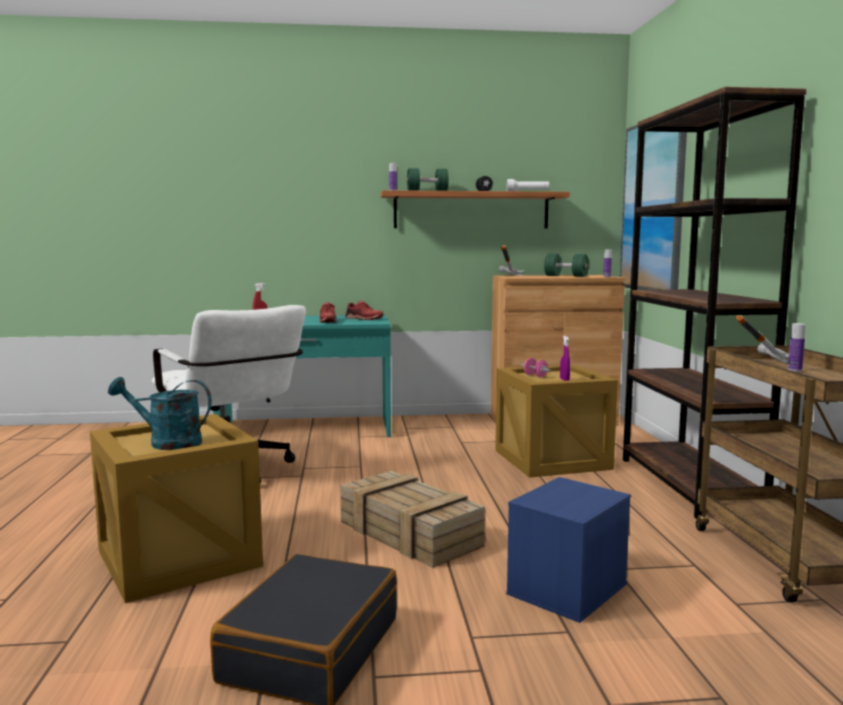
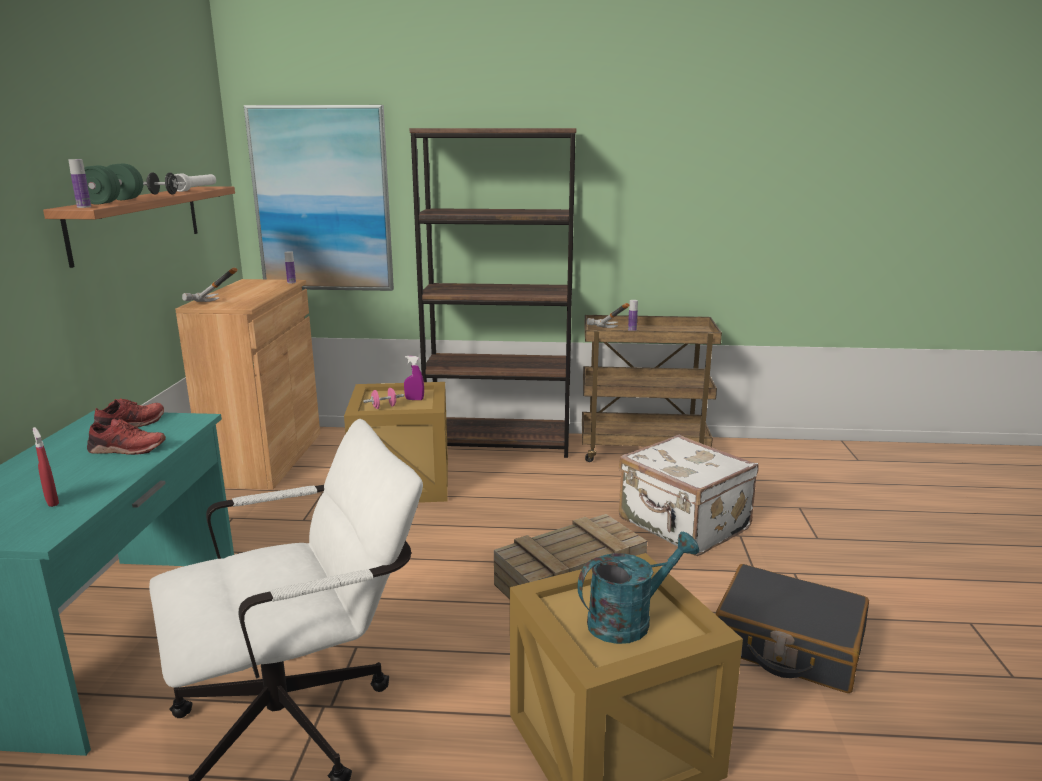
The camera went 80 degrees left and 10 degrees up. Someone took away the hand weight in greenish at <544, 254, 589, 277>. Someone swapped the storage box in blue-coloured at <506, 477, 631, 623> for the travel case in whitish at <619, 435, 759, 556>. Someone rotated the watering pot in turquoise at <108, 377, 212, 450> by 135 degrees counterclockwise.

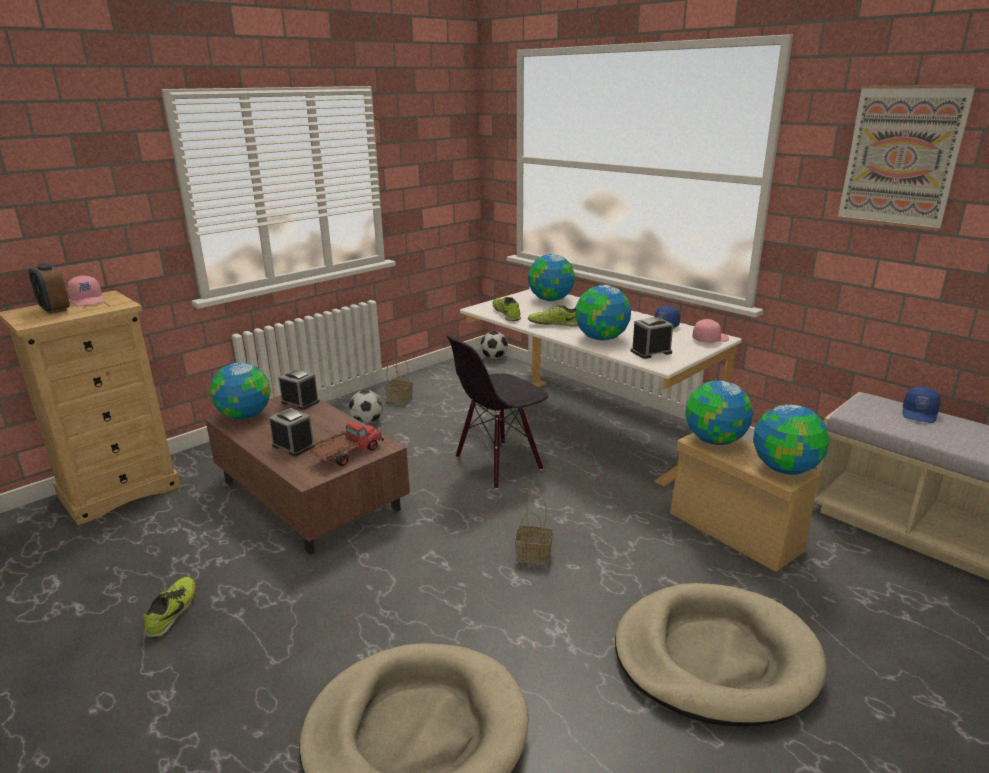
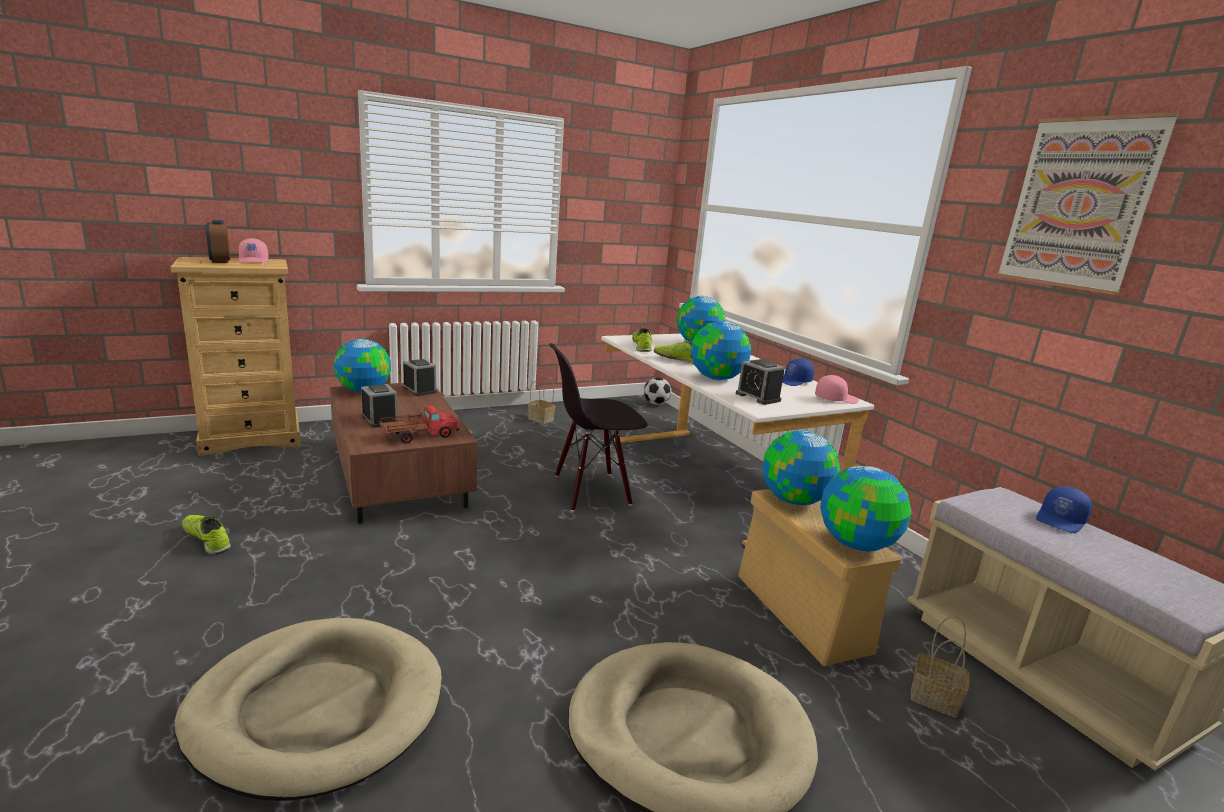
The camera went 15 degrees right and 5 degrees down. Someone took away the ball for football at <349, 390, 383, 424>. Someone carried the basket from <515, 493, 553, 565> to <911, 616, 969, 718>. Someone rotated the shoe at <143, 577, 196, 639> by 75 degrees counterclockwise. Someone rotated the table clock at <631, 317, 673, 359> by 120 degrees counterclockwise.

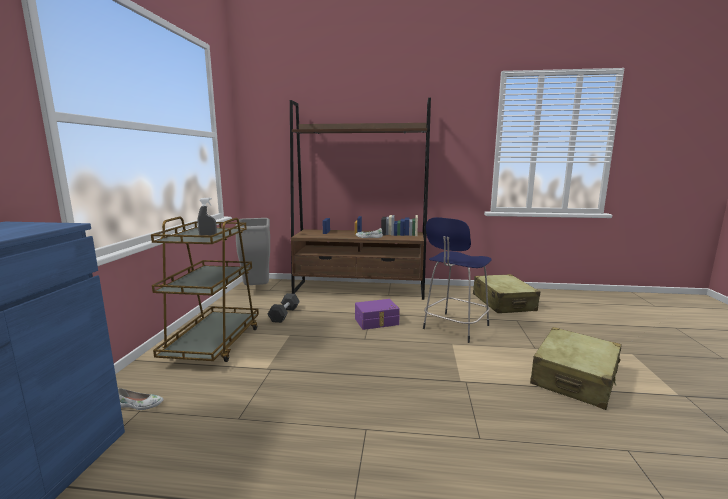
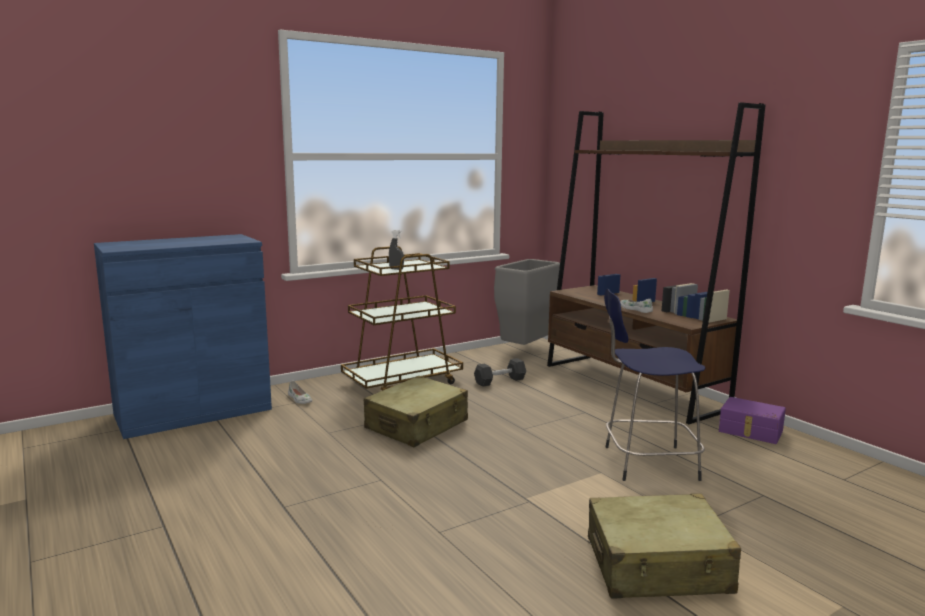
The camera went 50 degrees right and 0 degrees up. Someone carried the storage box in purplish from <355, 299, 400, 330> to <719, 397, 786, 444>. Someone carried the travel case in beige-coloured from <473, 274, 540, 313> to <364, 376, 468, 447>.

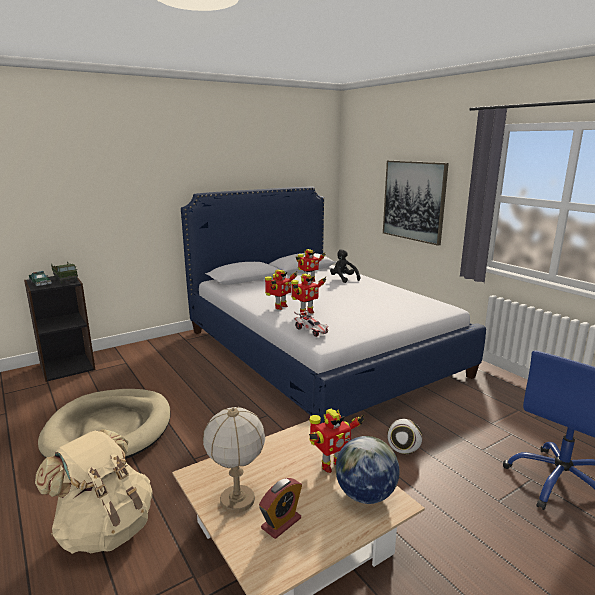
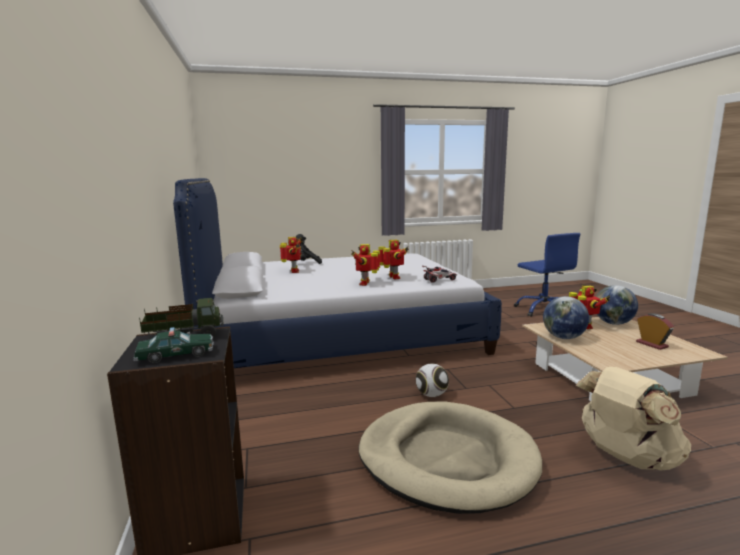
The camera went 70 degrees left and 5 degrees down. Someone took away the lamp for a table at <203, 407, 265, 513>. Someone took away the wall picture at <383, 161, 449, 246>. Someone put down the world globe at <543, 296, 589, 339>. Someone carried the ball for football from <387, 419, 422, 454> to <416, 363, 449, 397>. Someone rotated the model robot at <265, 270, 298, 310> by 135 degrees counterclockwise.

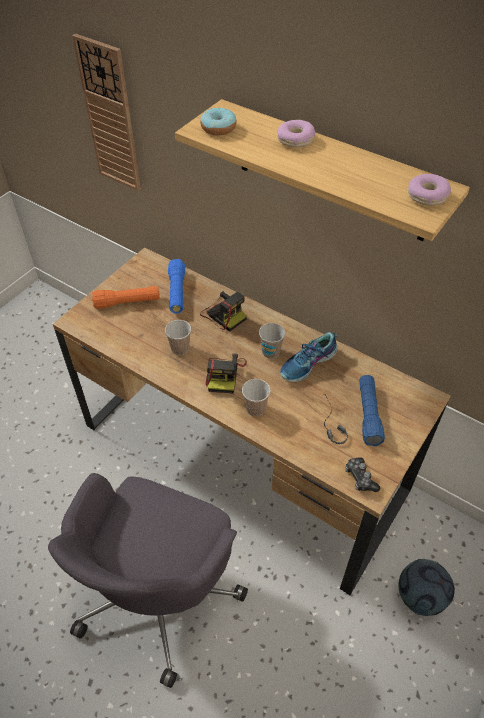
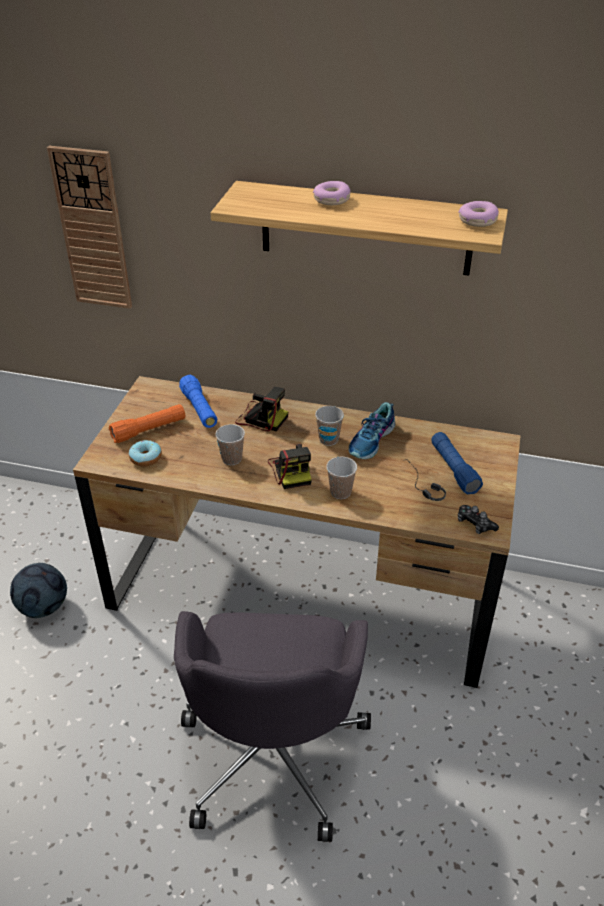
The camera went 20 degrees left and 10 degrees down. Someone carried the doughnut from <200, 108, 237, 135> to <129, 440, 162, 466>. Someone carried the ball for football from <398, 559, 455, 616> to <10, 563, 67, 618>.

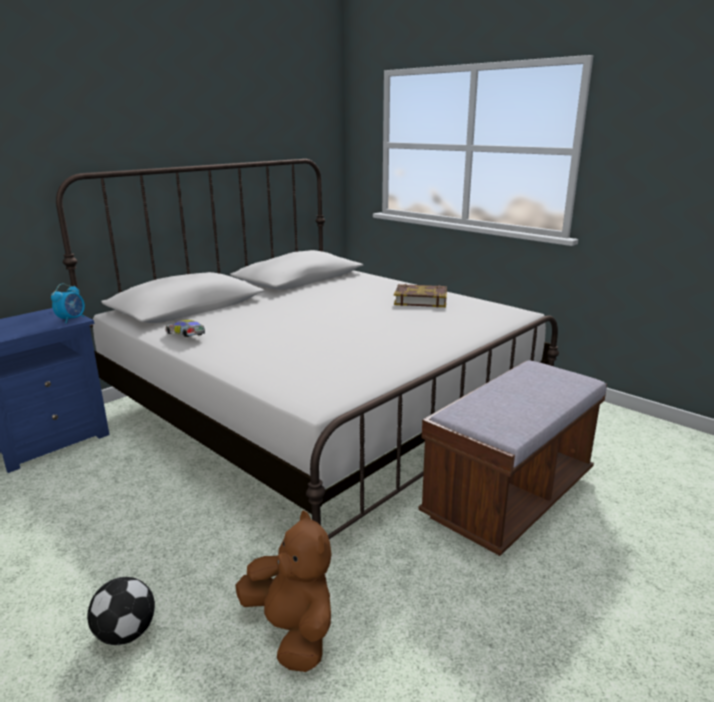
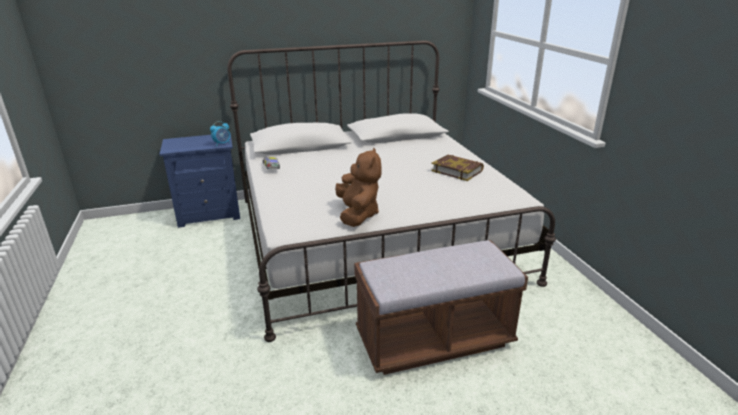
The camera went 30 degrees right and 5 degrees up. Someone took away the ball for football at <87, 577, 155, 645>. Someone carried the soft toy in brownish from <235, 510, 331, 672> to <335, 148, 381, 227>.

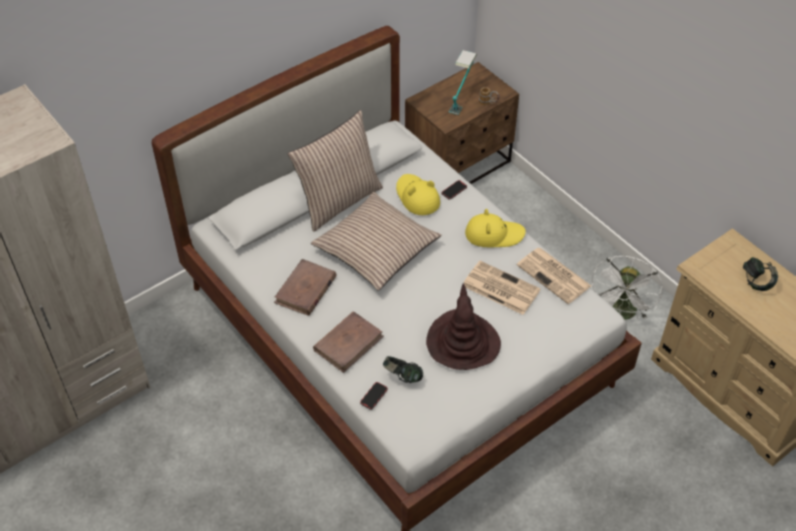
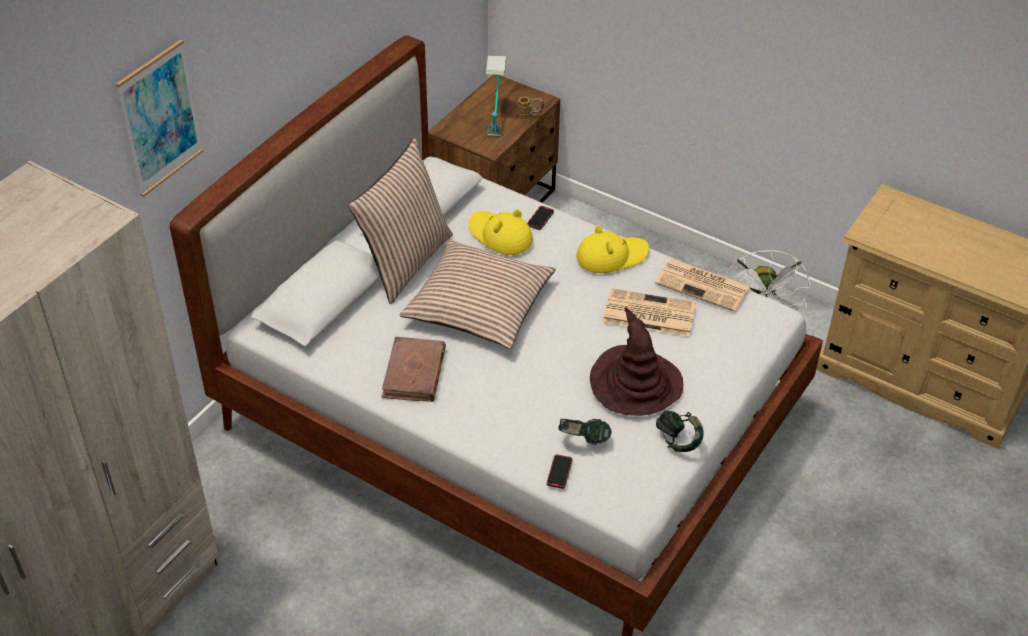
The camera went 20 degrees left and 5 degrees down. Someone took away the book in brownish at <313, 311, 384, 373>. Someone put up the wall picture at <116, 40, 203, 197>. Someone carried the headphones from <743, 257, 778, 291> to <656, 410, 704, 452>.

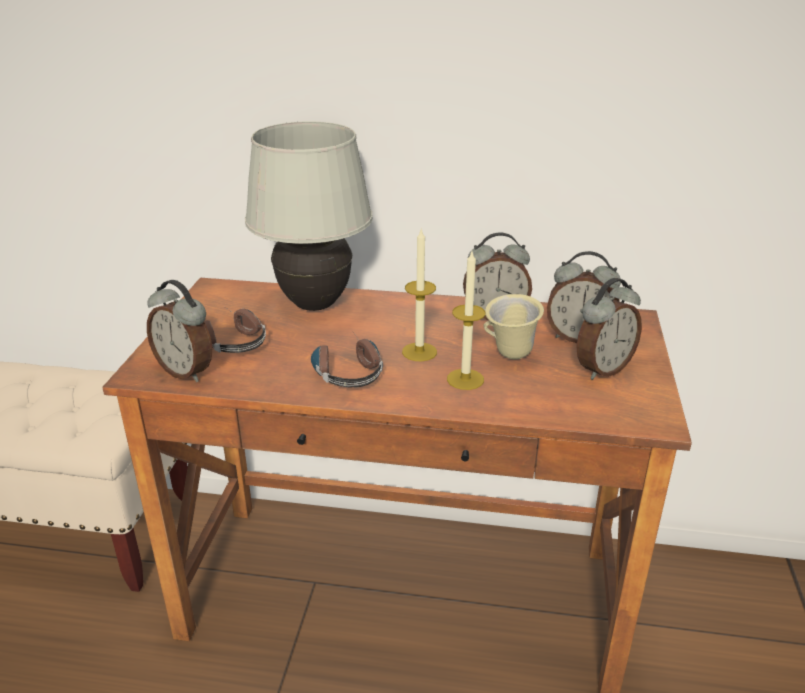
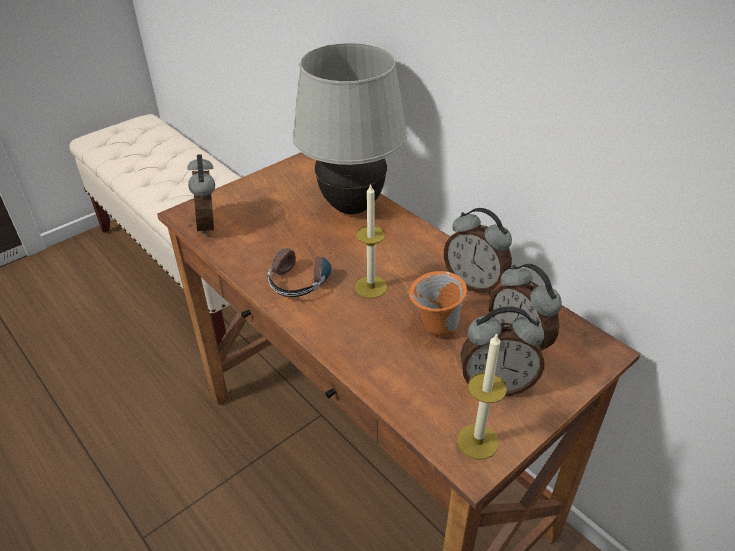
The camera went 40 degrees right and 10 degrees up. Someone took away the headphones at <204, 306, 266, 353>. Someone carried the wax candle from <447, 252, 485, 390> to <457, 333, 507, 459>. Someone repainted the coffee mug in beige-coloured at <483, 294, 544, 360>, which became the coffee mug in orange-coloured at <409, 271, 467, 336>.

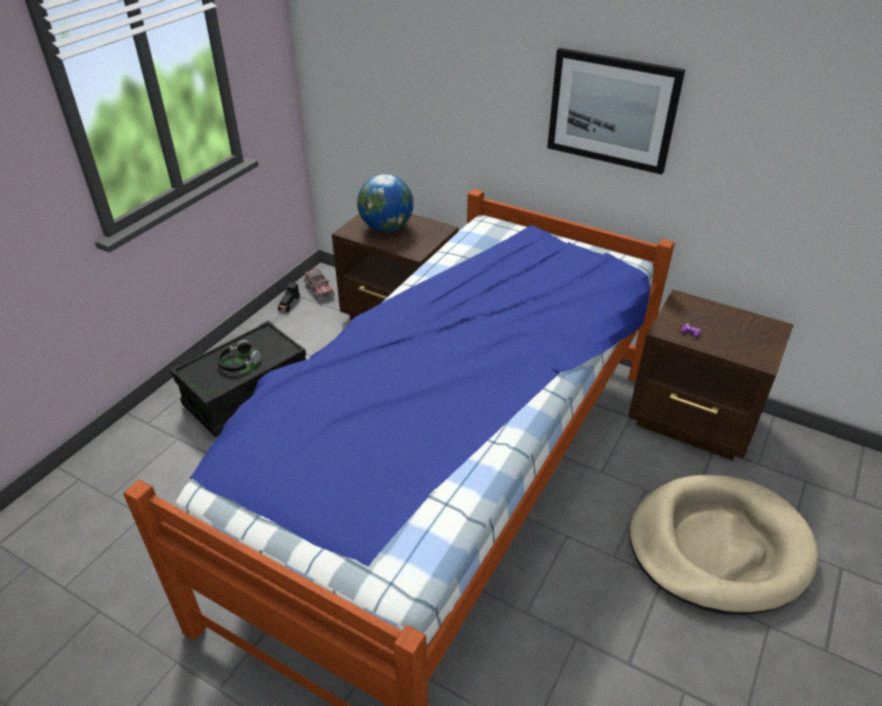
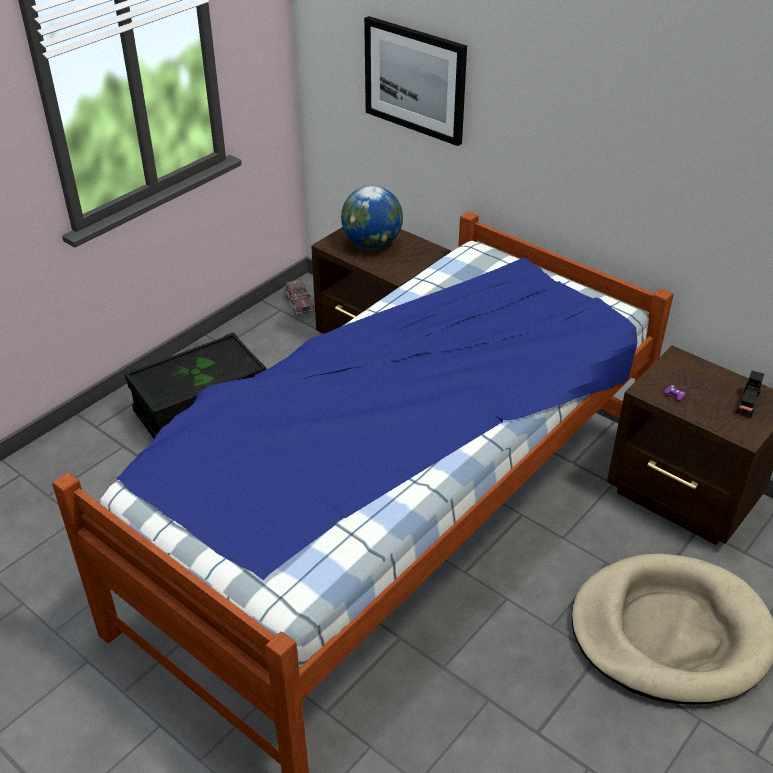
The camera went 10 degrees right and 0 degrees up. Someone took away the headphones in black-coloured at <217, 340, 261, 371>. Someone carried the model car in black-coloured from <278, 282, 300, 312> to <736, 370, 764, 417>. Someone carried the wall picture from <547, 48, 685, 175> to <364, 16, 467, 146>.

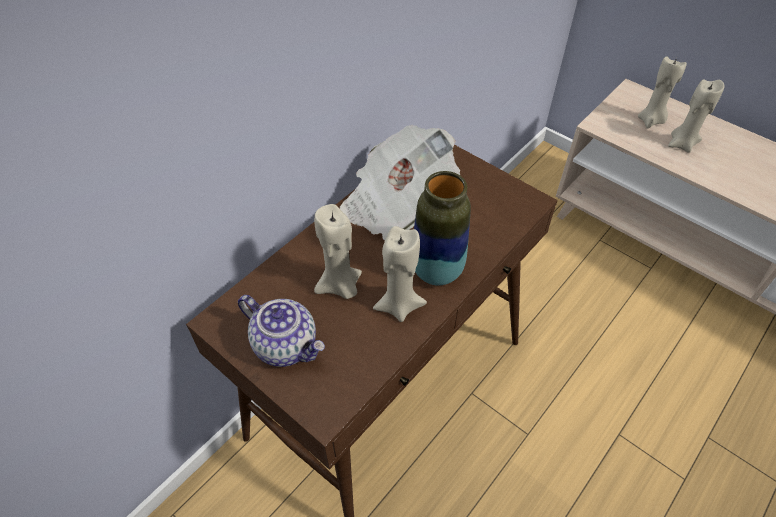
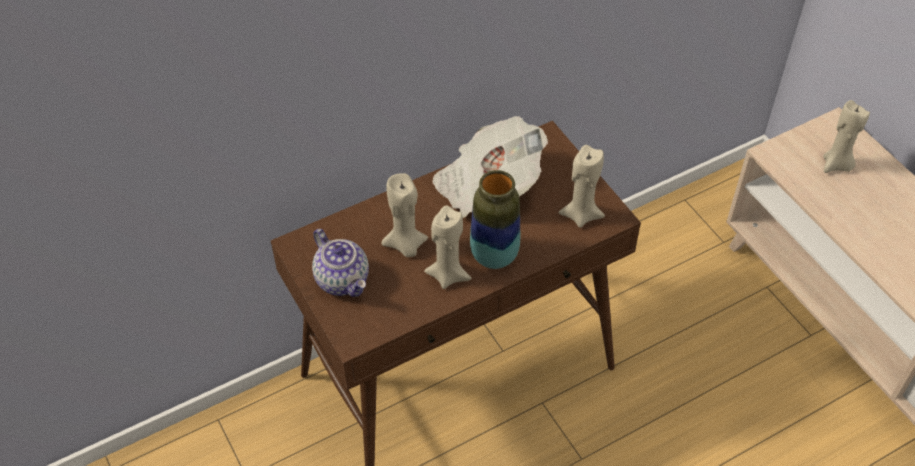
The camera went 20 degrees right and 0 degrees up. Someone carried the wax candle in beige-coloured from <668, 79, 724, 153> to <558, 145, 605, 228>.

